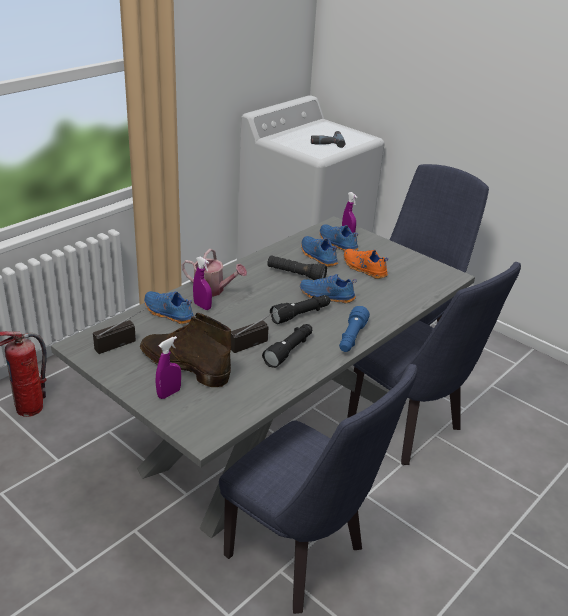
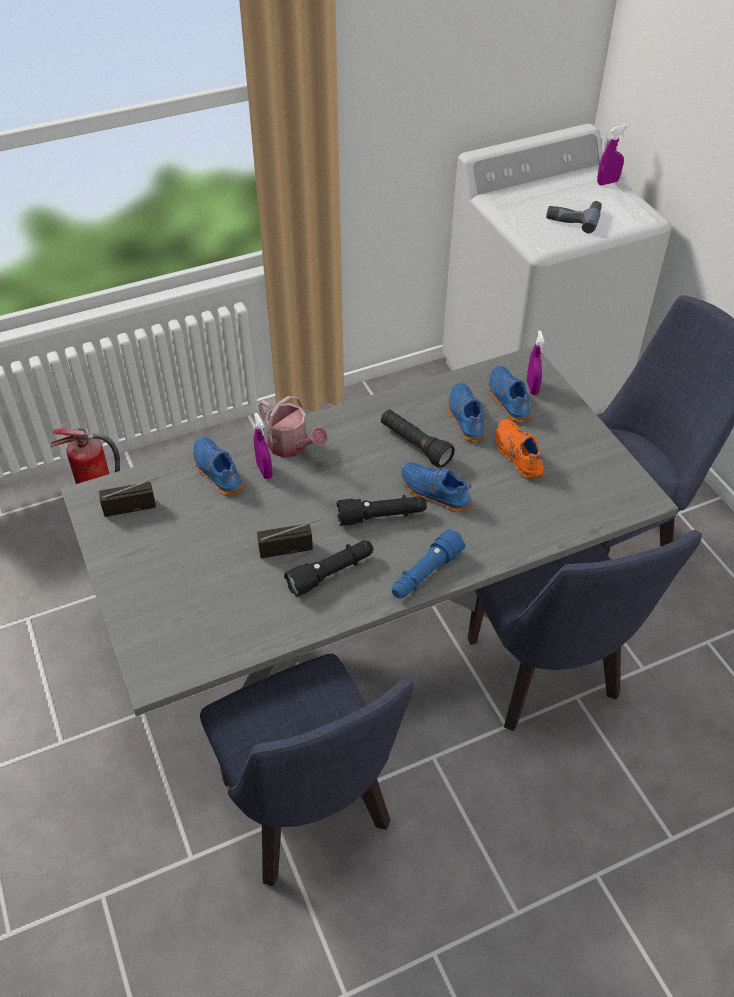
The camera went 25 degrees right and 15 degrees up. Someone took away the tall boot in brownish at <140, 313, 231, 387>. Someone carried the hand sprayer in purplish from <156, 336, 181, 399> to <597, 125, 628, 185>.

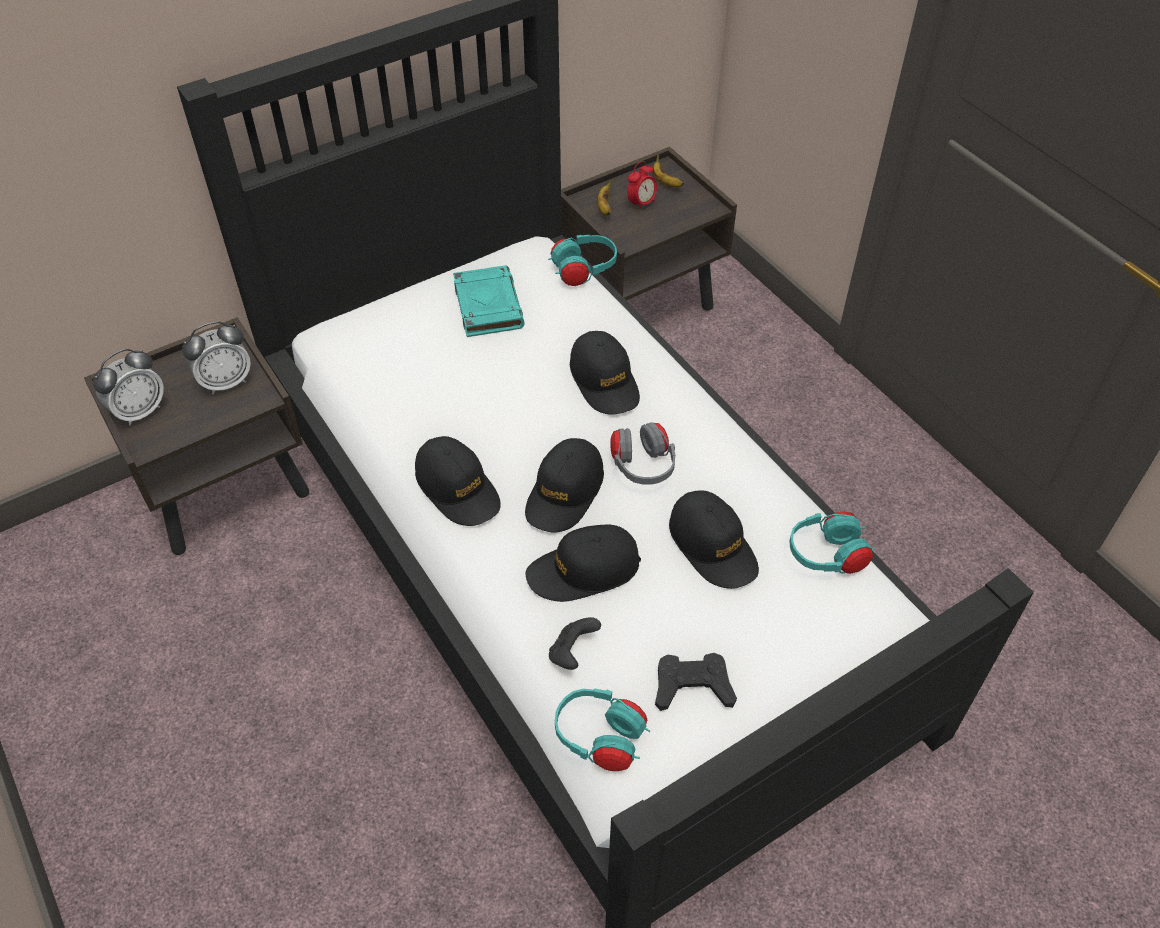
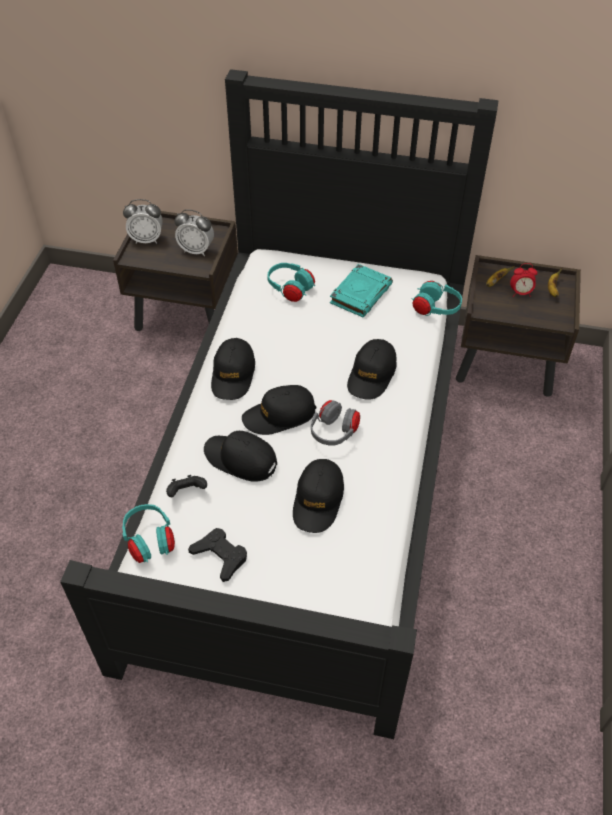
The camera went 45 degrees right and 0 degrees up. Someone carried the headphones in turquoise from <789, 511, 875, 574> to <267, 263, 315, 302>.

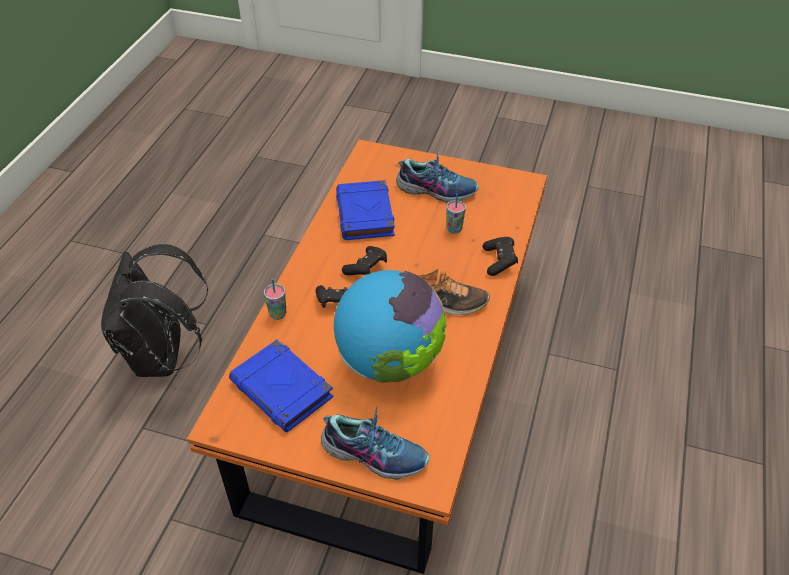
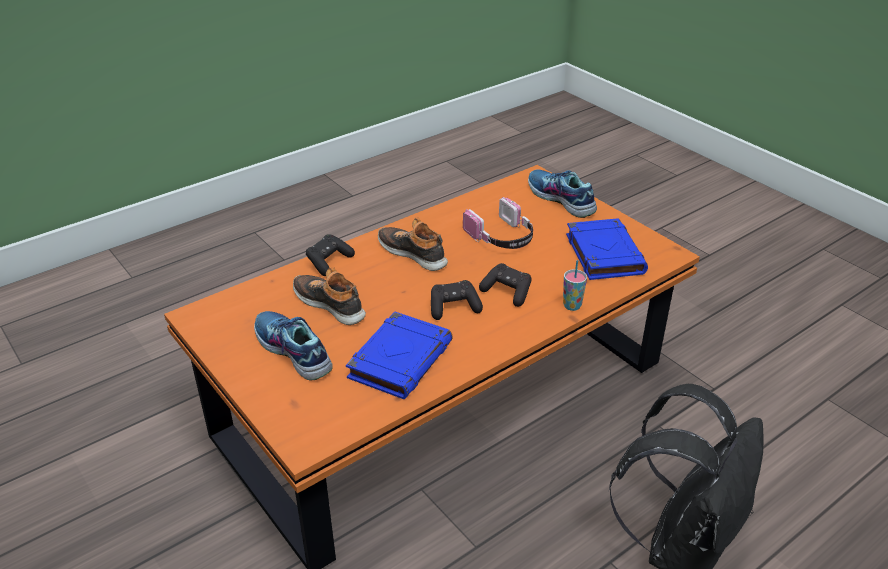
The camera went 145 degrees left and 10 degrees down. Someone swapped the world globe at <334, 270, 446, 383> for the headphones at <463, 197, 533, 249>. Someone swapped the drinking cup at <446, 194, 466, 234> for the shoe at <293, 267, 366, 325>.

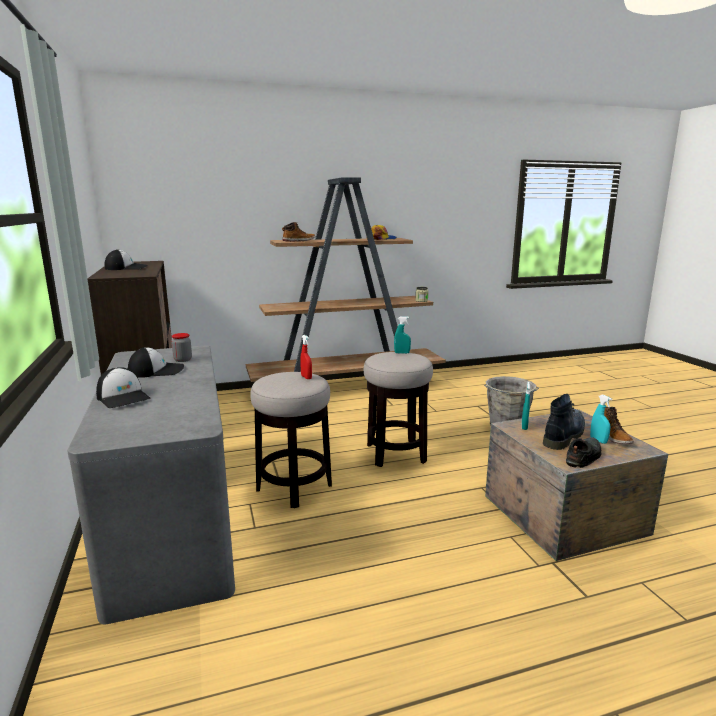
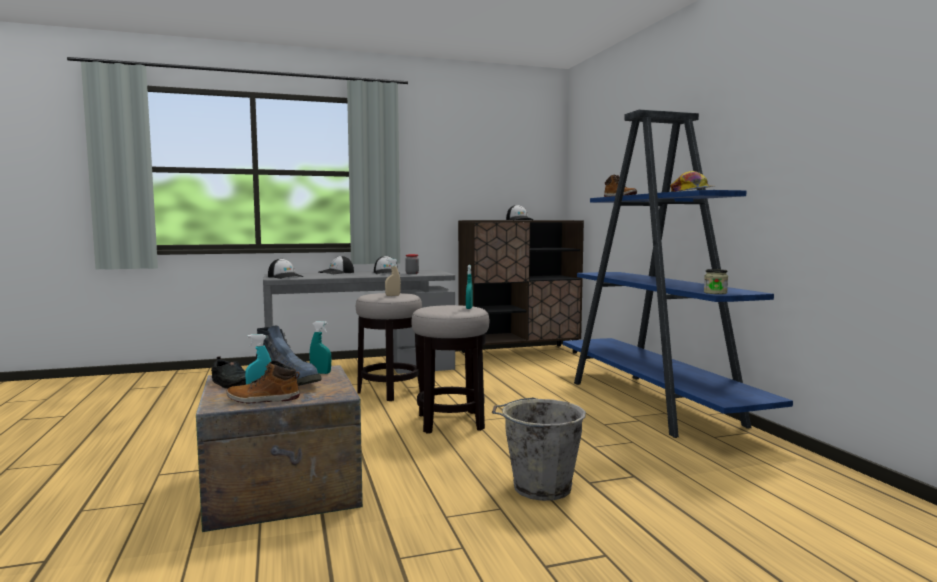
The camera went 90 degrees right and 10 degrees down. Someone put down the cap at <268, 258, 303, 279>. Someone repainted the bookshelf in brownish at <246, 177, 446, 382>, which became the bookshelf in blue-coloured at <563, 109, 793, 438>. Someone repainted the hand sprayer in red-coloured at <300, 335, 312, 379>, which became the hand sprayer in beige-coloured at <385, 259, 401, 296>.

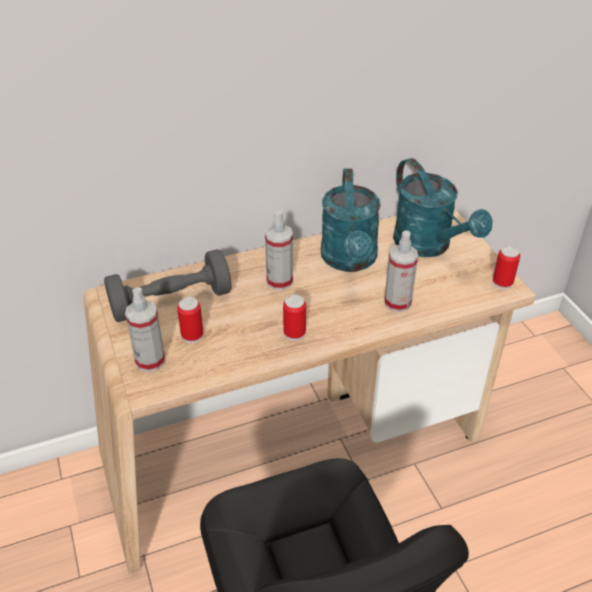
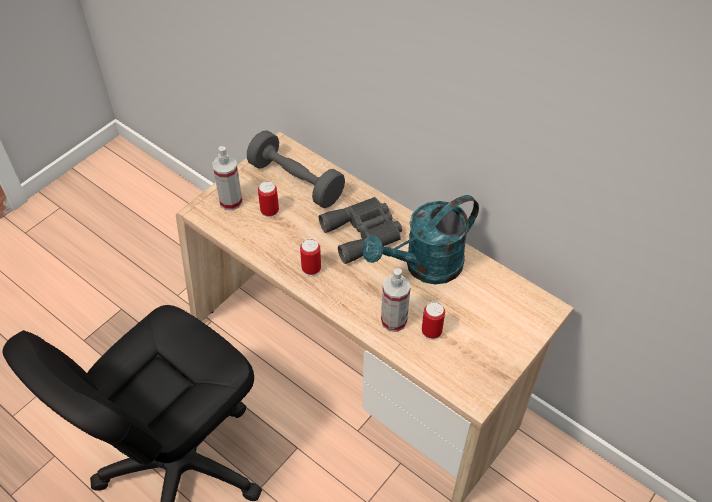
The camera went 60 degrees right and 10 degrees up. Someone took away the watering pot in turquoise at <393, 158, 493, 257>. Someone carried the can from <493, 246, 520, 289> to <422, 302, 445, 340>. Someone swapped the hand sprayer at <265, 211, 293, 290> for the pair of binoculars in gray at <319, 197, 402, 264>.

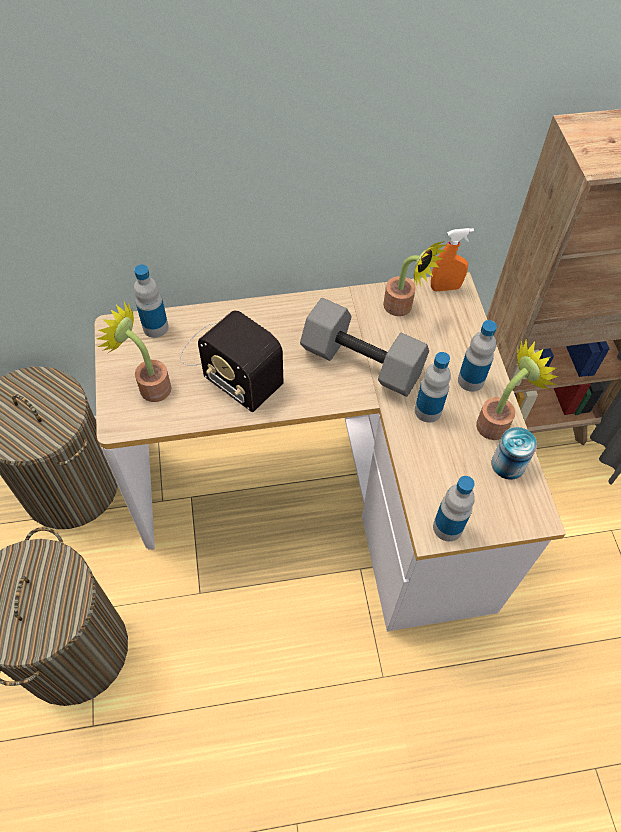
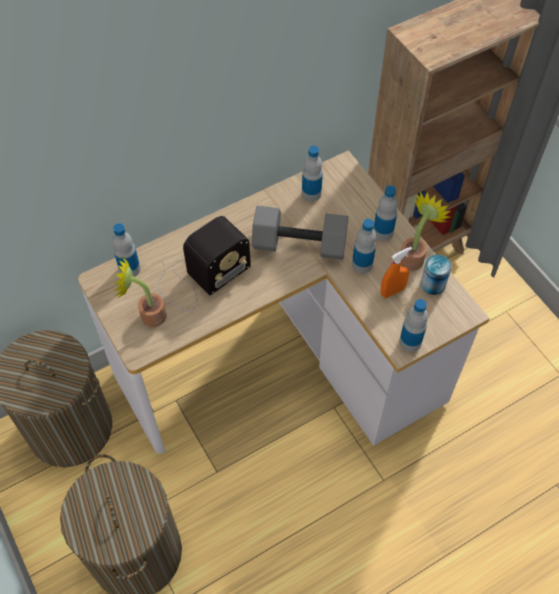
The camera went 20 degrees left and 0 degrees up. Someone carried the hand sprayer in orange-coloured from <431, 228, 474, 291> to <380, 247, 412, 298>. Someone swapped the houseplant at <383, 241, 446, 316> for the beverage bottle at <302, 146, 323, 202>. Someone rotated the radio at <180, 310, 284, 412> by 60 degrees counterclockwise.

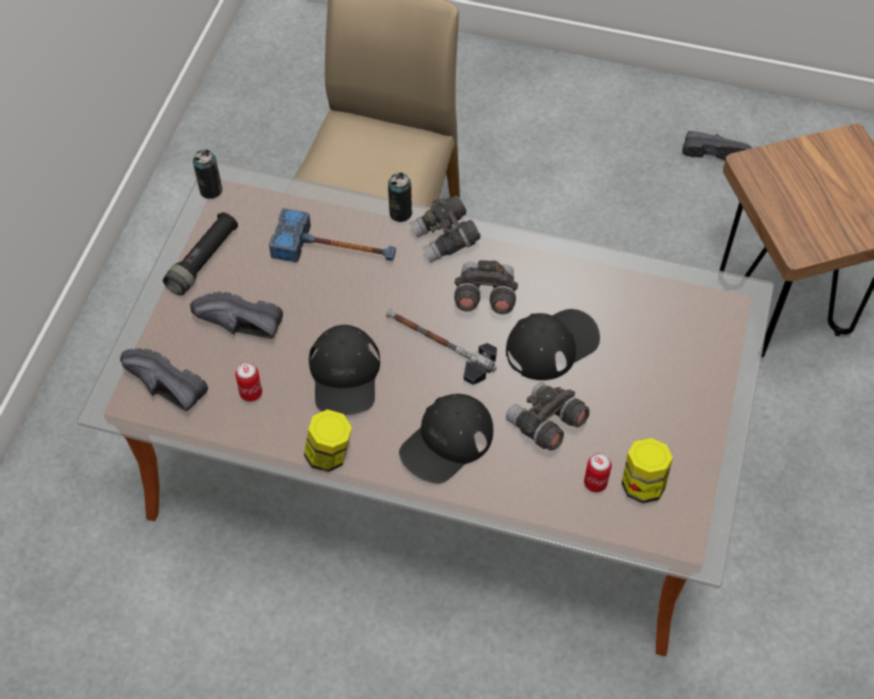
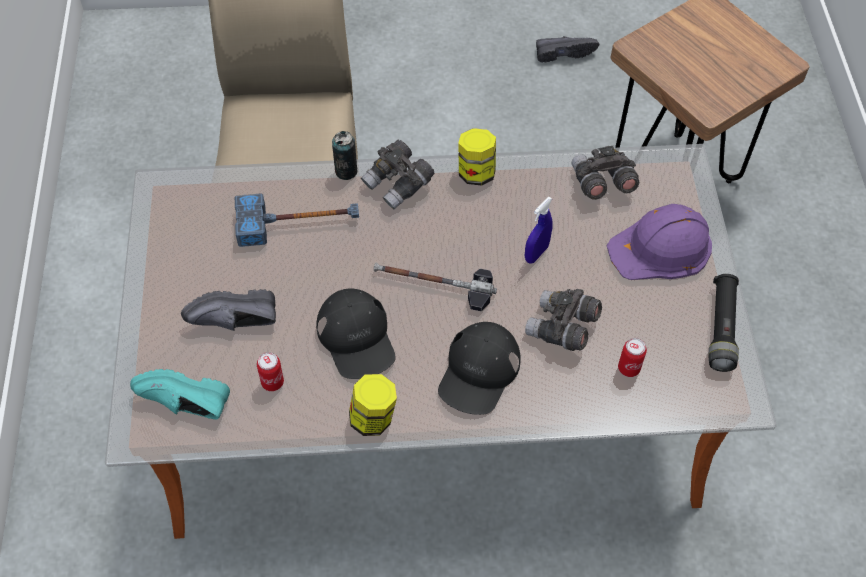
The camera went 20 degrees left and 0 degrees up. Someone took away the can at <193, 149, 223, 199>. Someone put down the hard hat in purplish at <607, 204, 712, 280>. Someone carried the flashlight in black-coloured from <163, 212, 238, 295> to <708, 274, 739, 372>. Someone carried the pair of binoculars in gray from <454, 260, 518, 314> to <571, 146, 639, 200>. Someone carried the jar from <622, 438, 673, 503> to <458, 128, 496, 186>. Someone swapped the cap in black-coloured at <506, 309, 600, 380> for the hand sprayer in blue-coloured at <525, 197, 553, 264>. Someone repainted the shoe in black-coloured at <120, 348, 208, 411>, which became the shoe in turquoise at <130, 369, 230, 420>.

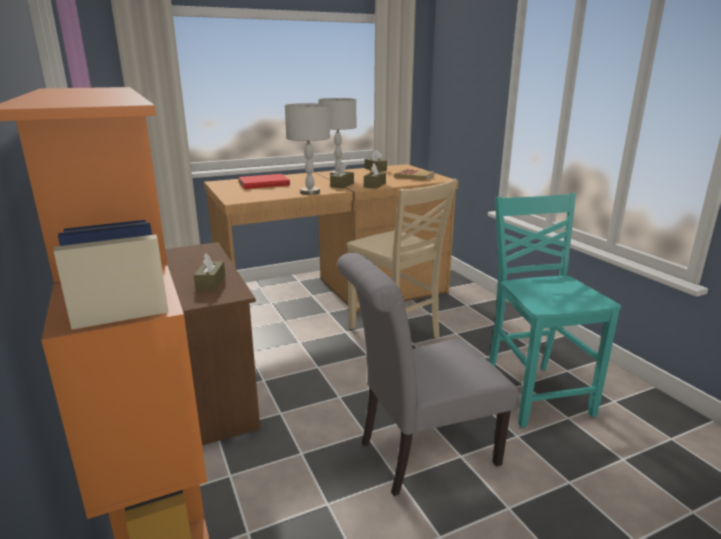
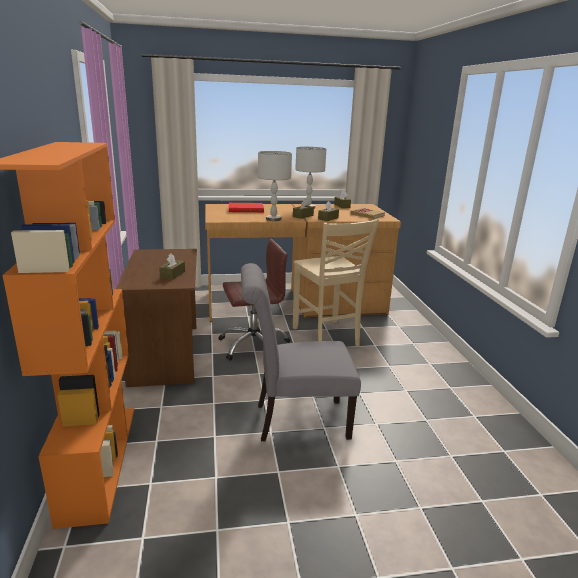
The camera went 15 degrees right and 0 degrees up. Someone took away the plain chair in turquoise at <489, 193, 621, 428>. Someone put down the computer chair in brownish at <218, 239, 290, 361>.

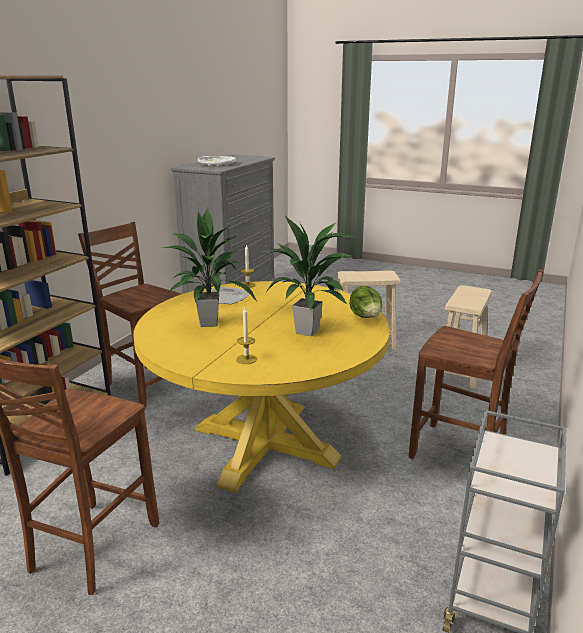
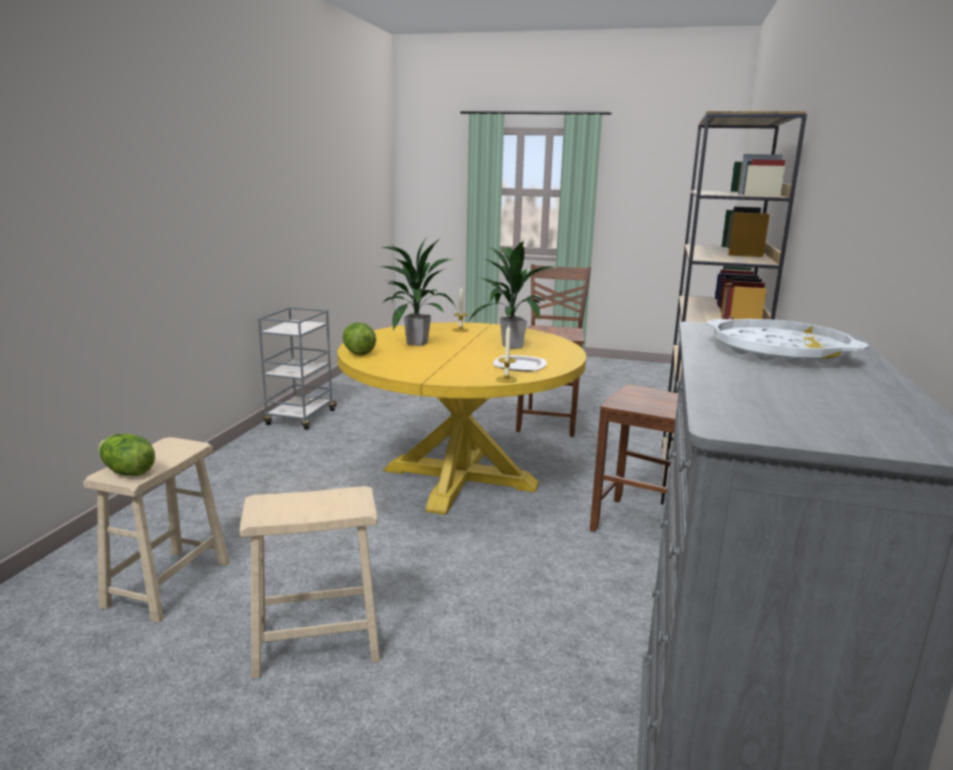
The camera went 170 degrees right and 5 degrees down. Someone took away the plain chair in brownish at <409, 269, 544, 459>. Someone put down the lettuce at <98, 434, 155, 476>.

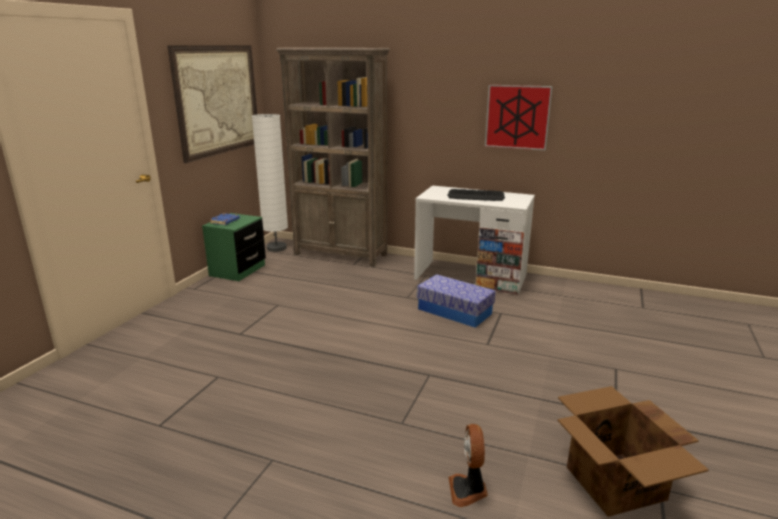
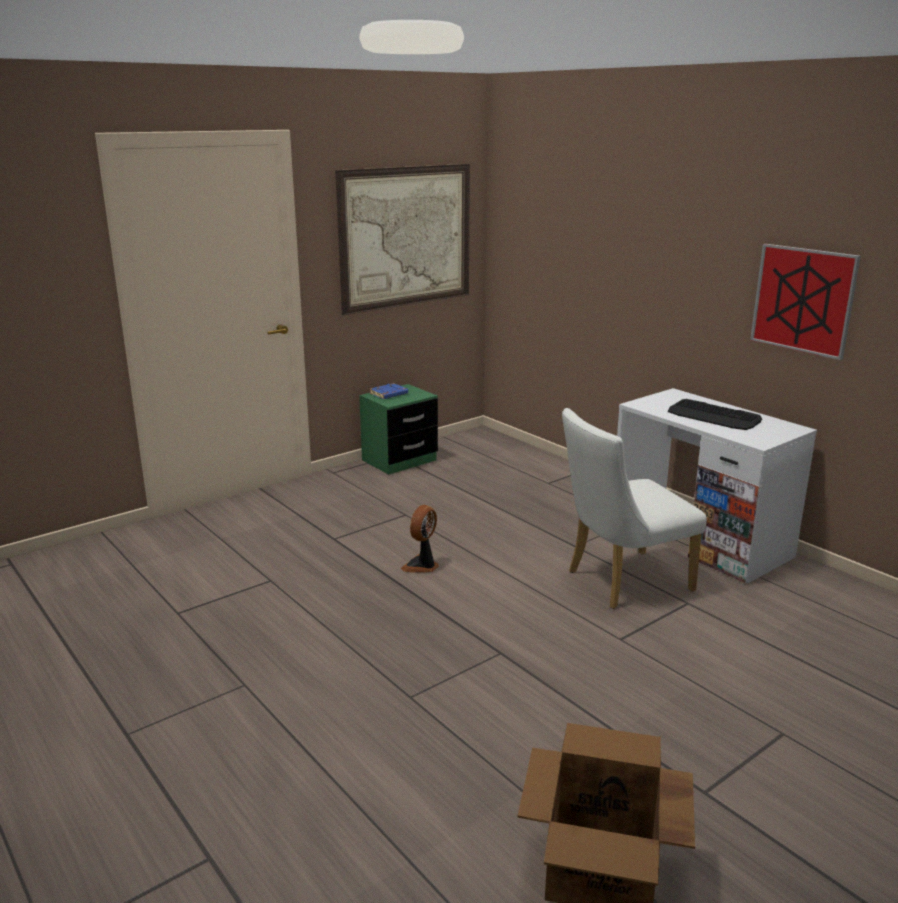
The camera went 30 degrees right and 0 degrees up. Someone took away the standing lamp in whitish at <252, 114, 288, 252>. Someone took away the bookshelf in brownish at <276, 48, 390, 267>. Someone carried the cooling fan from <449, 424, 488, 507> to <401, 505, 439, 572>. Someone swapped the storage box at <417, 274, 496, 328> for the plain chair in whitish at <562, 408, 707, 609>.

